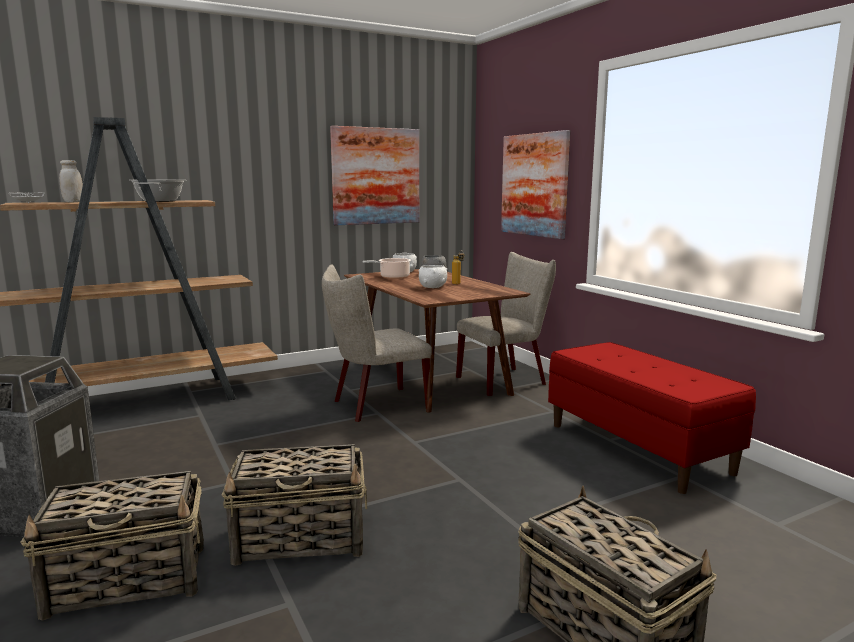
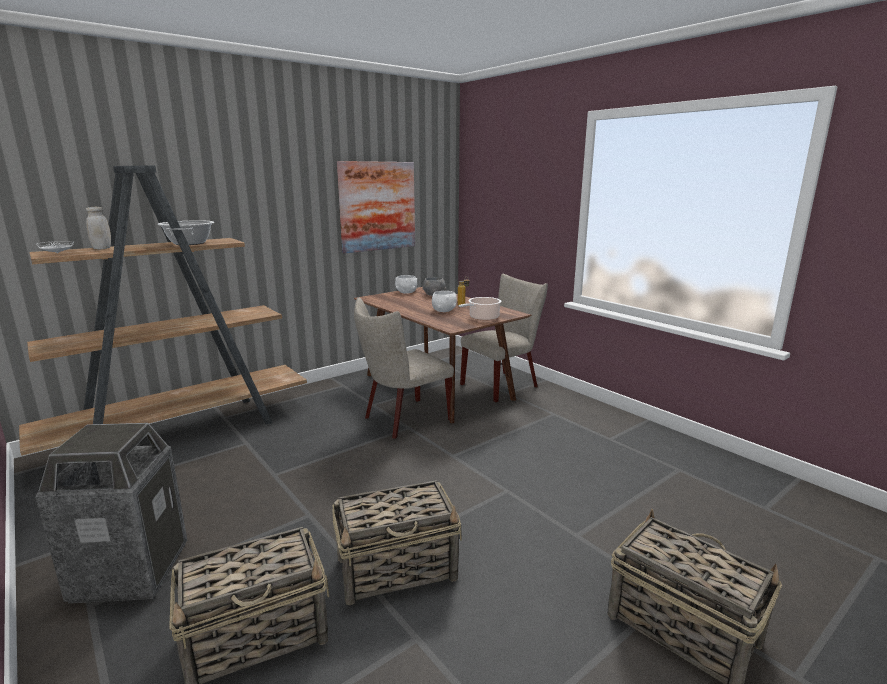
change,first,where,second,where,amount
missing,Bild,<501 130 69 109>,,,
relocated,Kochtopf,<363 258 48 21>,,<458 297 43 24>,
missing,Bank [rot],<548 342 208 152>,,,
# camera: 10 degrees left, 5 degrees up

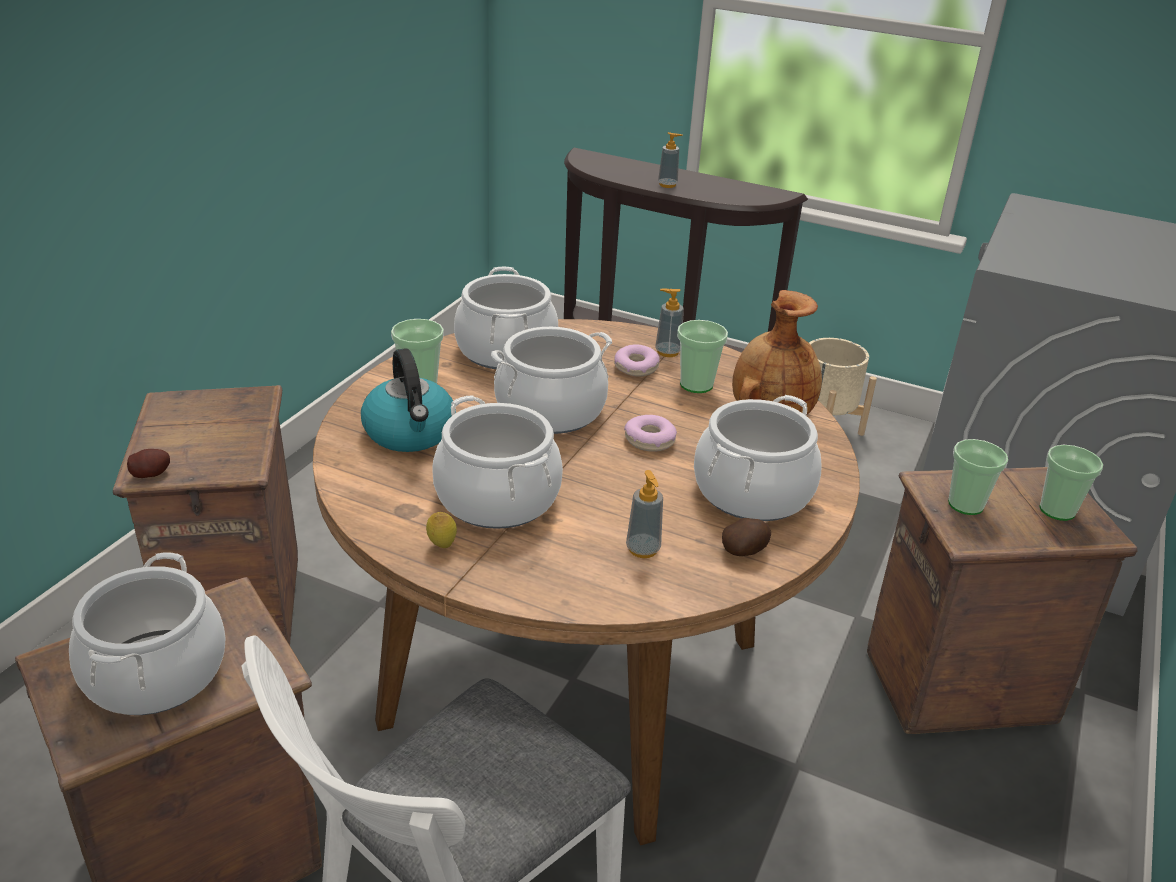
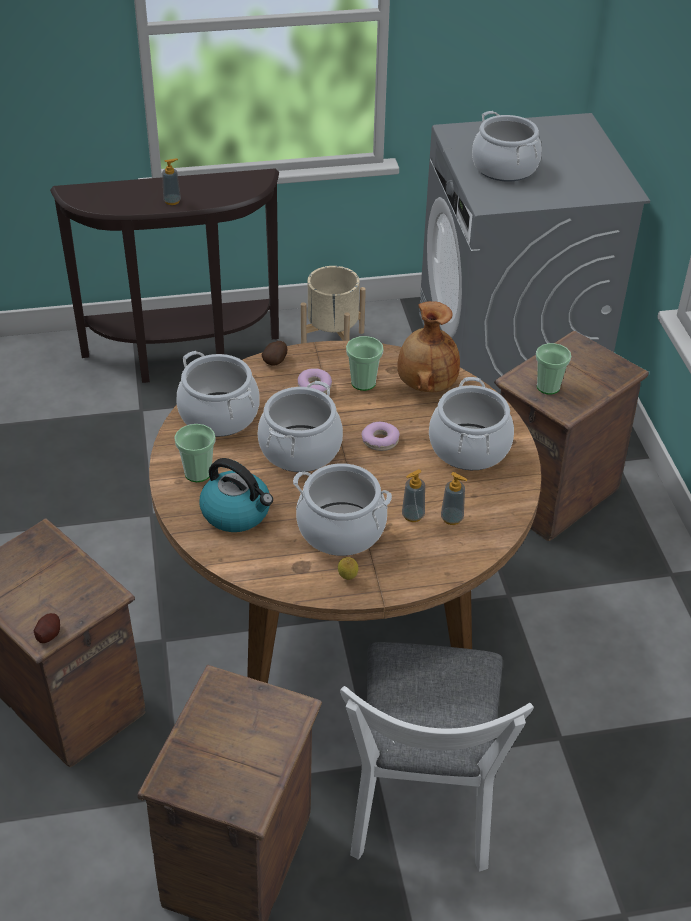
change,first,where,second,where,amount
relocated,Seifenspender,<655 288 29 69>,,<402 469 23 53>,
missing,Tasse,<1039 445 64 76>,,,
relocated,Kartoffel,<722 518 49 38>,,<262 341 25 25>,
relocated,Kochtopf,<69 552 157 163>,,<472 111 70 71>,
# camera: 35 degrees left, 10 degrees up

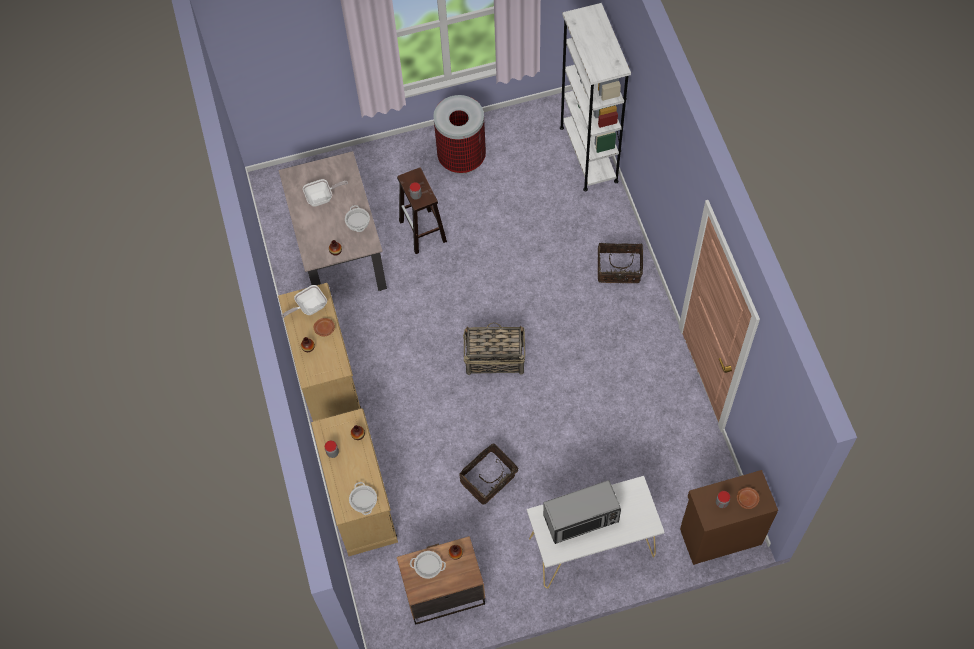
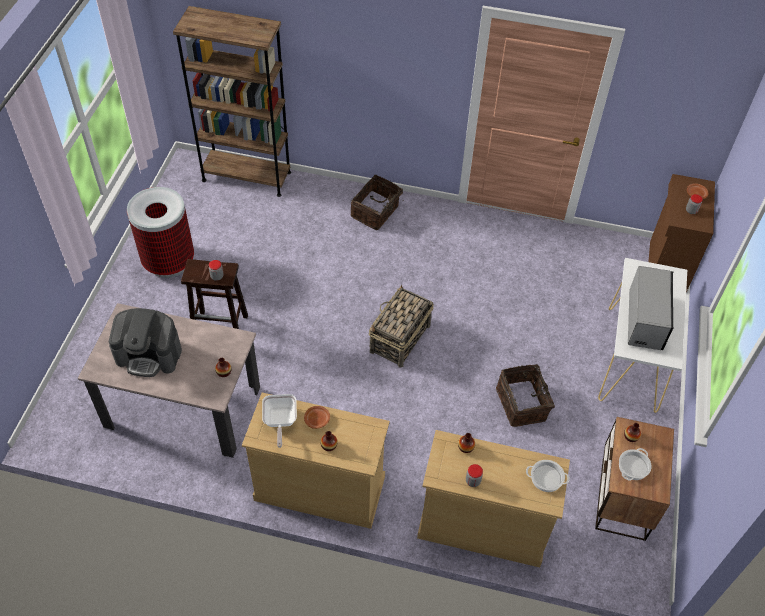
change,first,where,second,where,amount
colour,Bücherregal [weiß],<560 3 71 188>,Bücherregal [braun],<173 6 118 191>,
exchanged,Pfanne,<303 179 45 28>,Kaffeemaschine,<109 308 73 69>,
missing,Kochtopf,<345 205 25 27>,,,
# camera: 65 degrees left, 10 degrees down

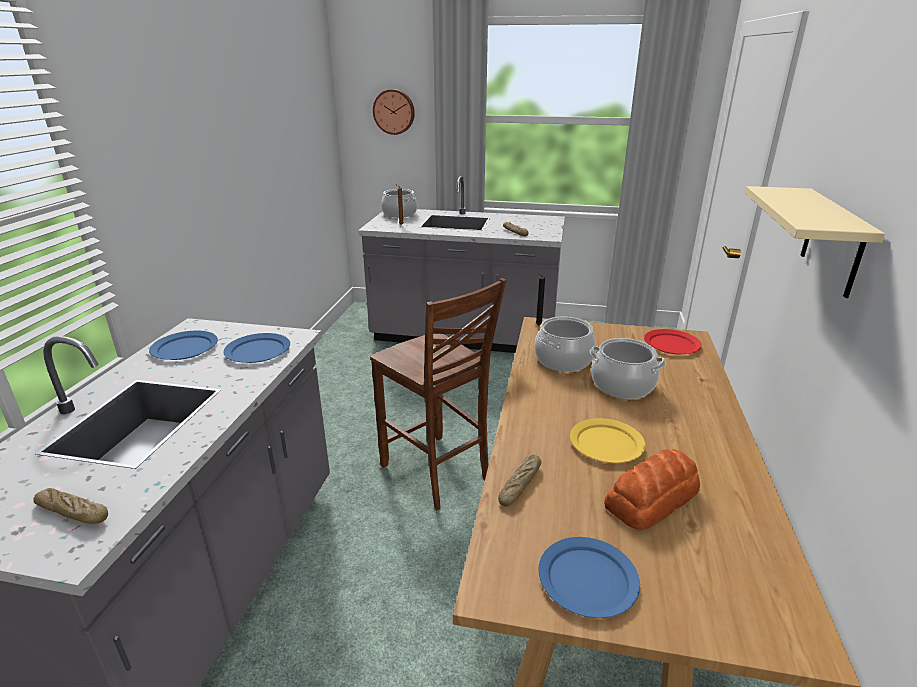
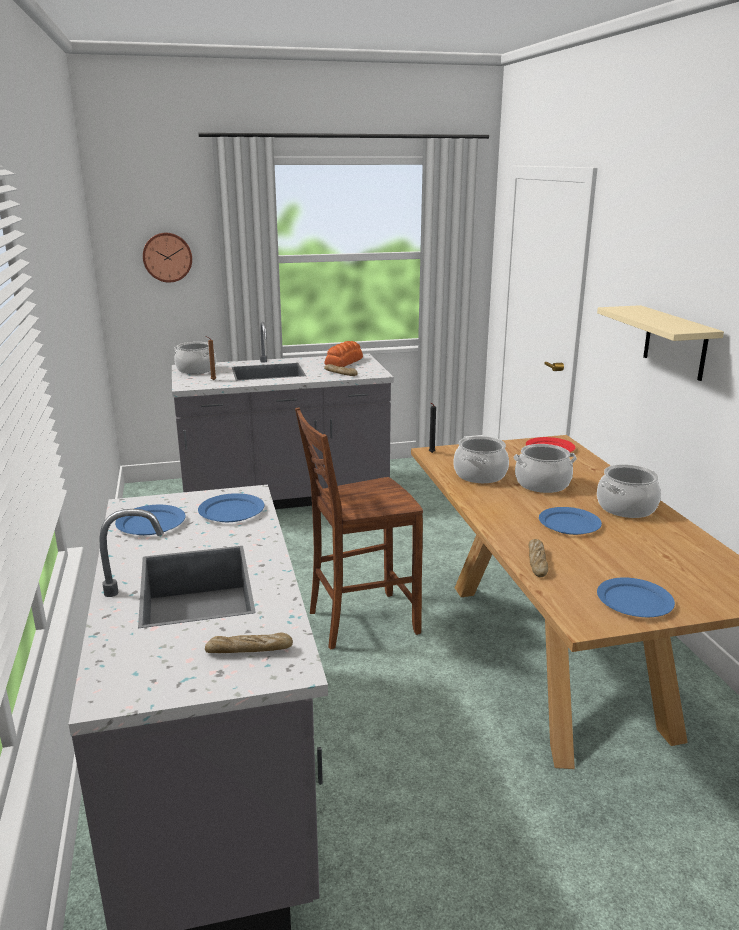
change,first,where,second,where,amount
spun,Stuhl [braun],<370 278 136 232>,,<295 407 128 242>,135 degrees clockwise
colour,Teller [gelb],<570 418 76 45>,Teller [blau],<539 507 63 28>,
relocated,Brot,<604 449 96 81>,,<324 341 39 26>,
appeared,,,Kochtopf,<597 464 64 54>,
# camera: 25 degrees left, 5 degrees down

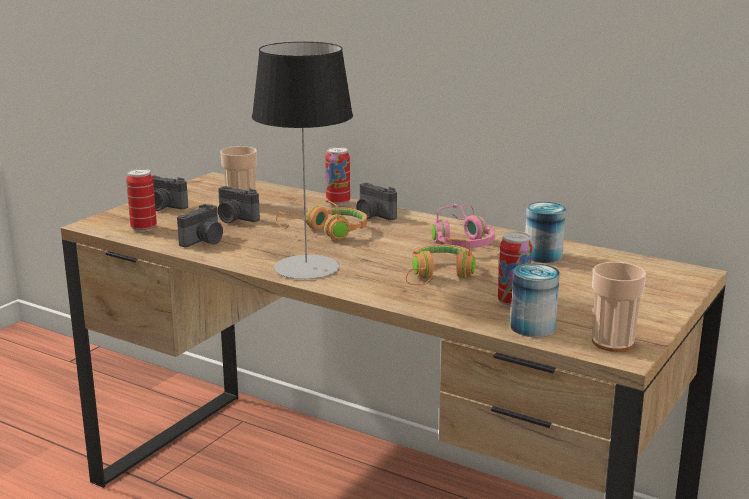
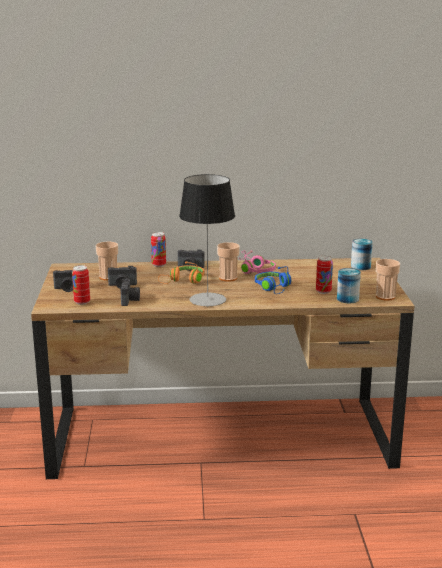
change,first,where,second,where,amount
relocated,Dose,<525 202 41 61>,,<351 239 22 31>,
colour,Kopfhörer [orange],<406 237 69 48>,Kopfhörer [blau],<255 266 36 28>,
appeared,,,Tasse,<217 242 23 40>,
# camera: 35 degrees left, 0 degrees up

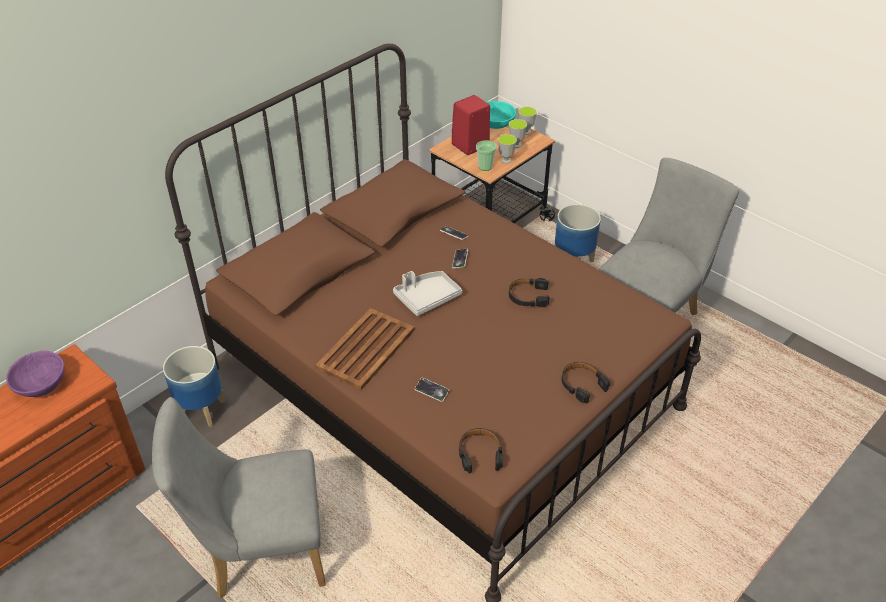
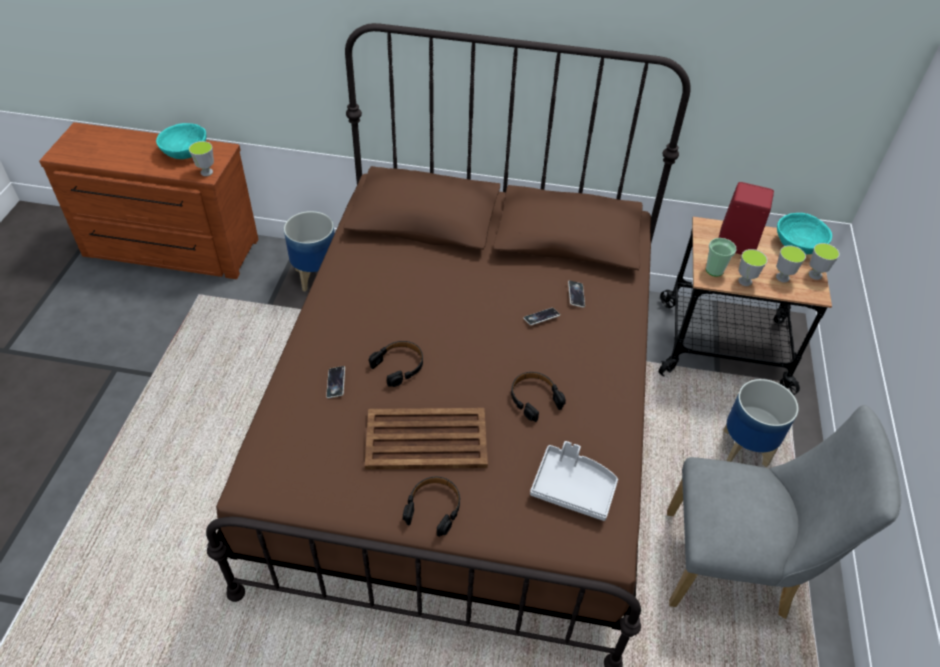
change,first,where,second,where,amount
relocated,Tablett [grau],<393 271 69 45>,,<530 441 88 80>,
relocated,Tablett [braun],<315 308 100 82>,,<365 408 123 62>,
colour,Schüssel [lila],<6 351 59 46>,Schüssel [türkis],<156 123 50 36>,
missing,Stuhl [grau],<152 397 174 201>,,,
relocated,Kopfhörer [schwarz],<459 428 44 46>,,<369 341 54 46>,
appeared,,,Tasse,<189 141 25 35>,
# camera: 55 degrees right, 5 degrees up

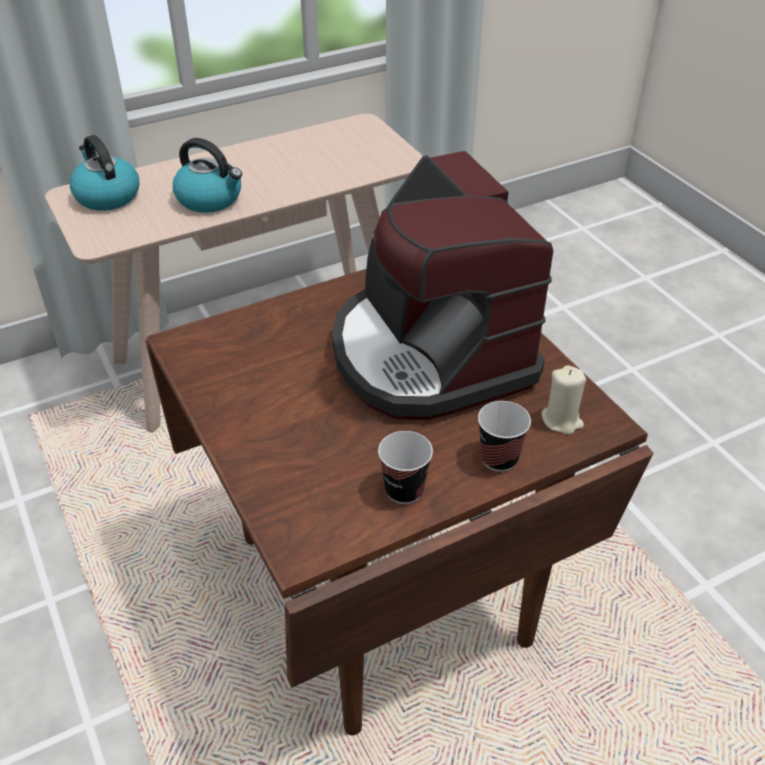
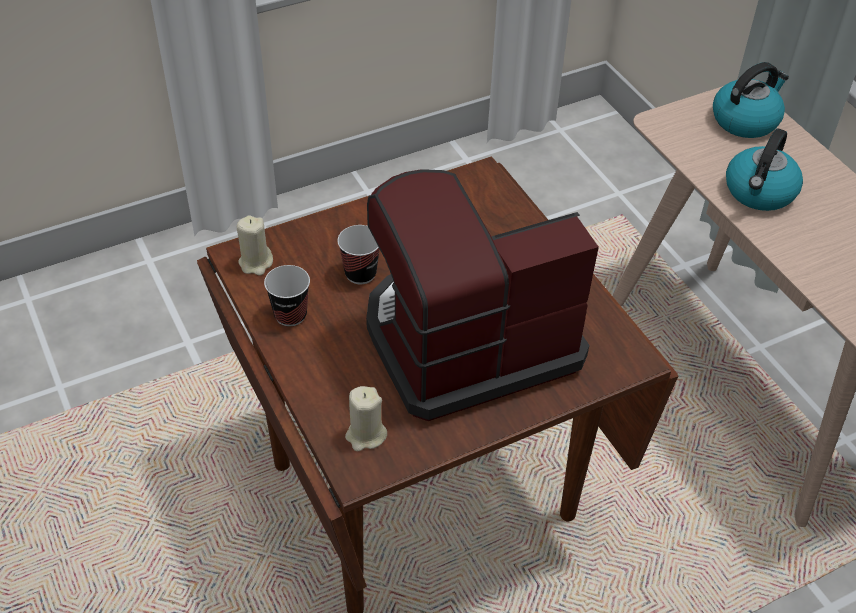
change,first,where,second,where,amount
relocated,Tasse,<478 401 53 71>,,<337 225 42 59>,
appeared,,,Kerze [beige],<237 215 36 61>,
# camera: 90 degrees right, 5 degrees up

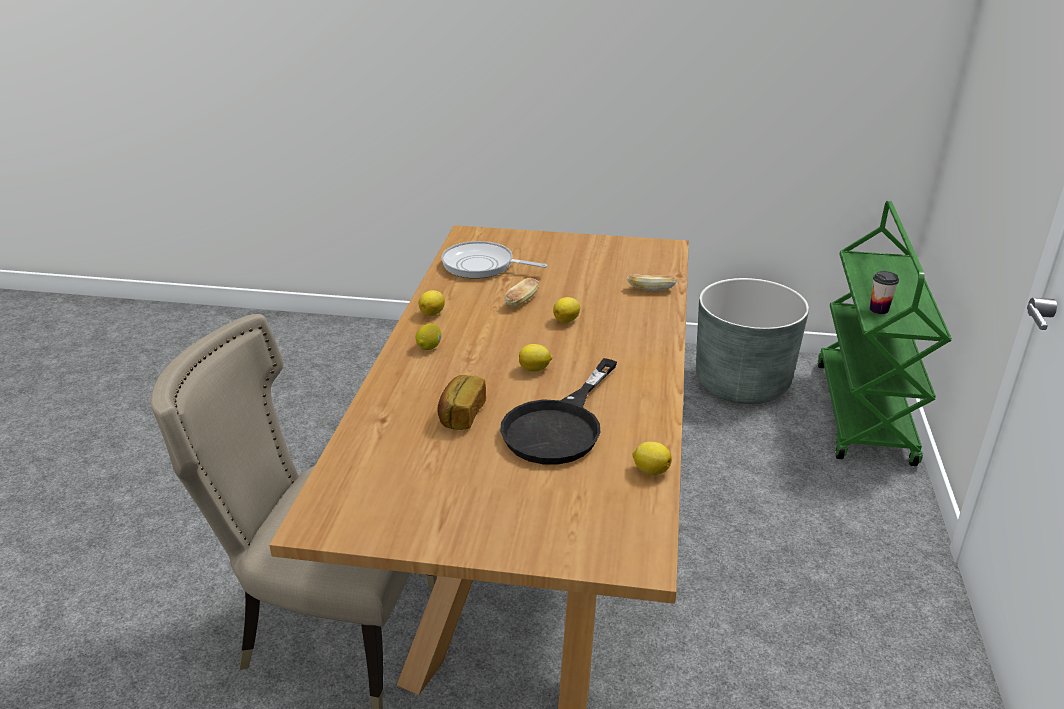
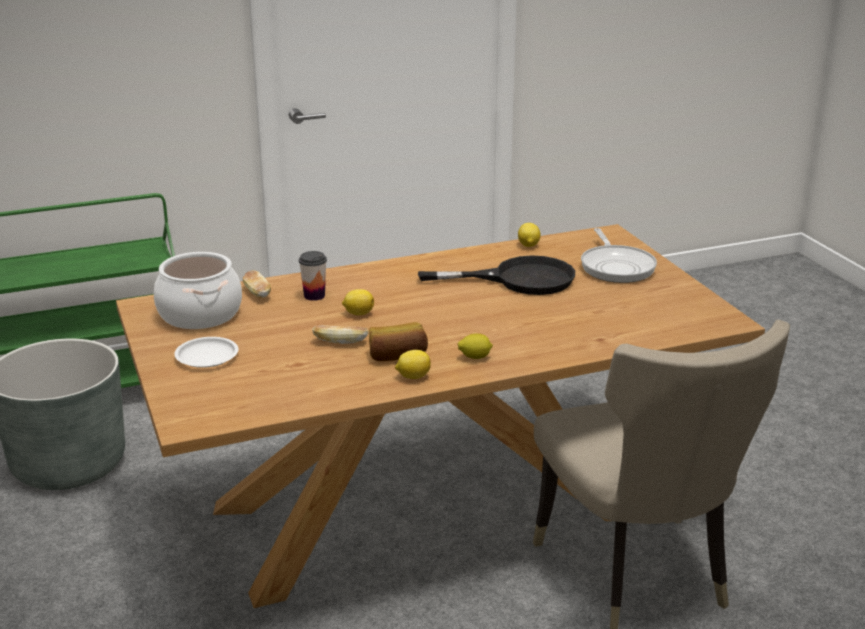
change,first,where,second,where,amount
relocated,Pfanne,<441 241 106 38>,,<581 228 76 55>,
relocated,Tasse,<870 271 29 43>,,<299 251 28 50>,
missing,Zitrone,<519 344 33 28>,,,
relocated,Brot,<437 375 49 55>,,<369 322 59 39>,
appeared,,,Kochtopf,<154 252 88 77>,
appeared,,,Teller [weiß],<174 337 65 31>,
# camera: 120 degrees left, 5 degrees down

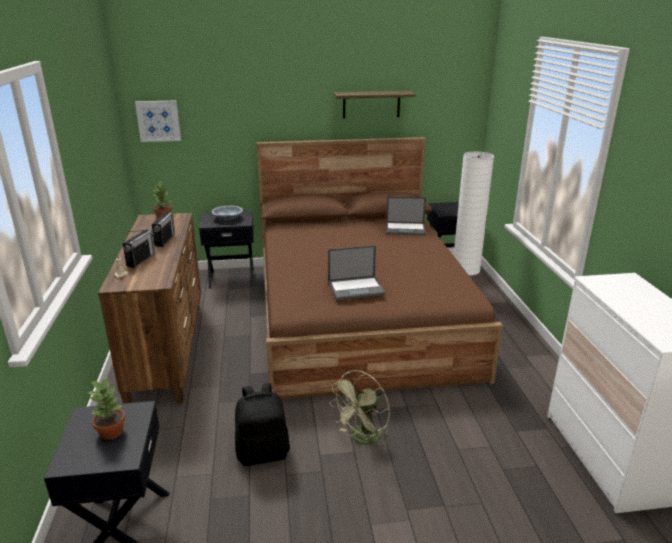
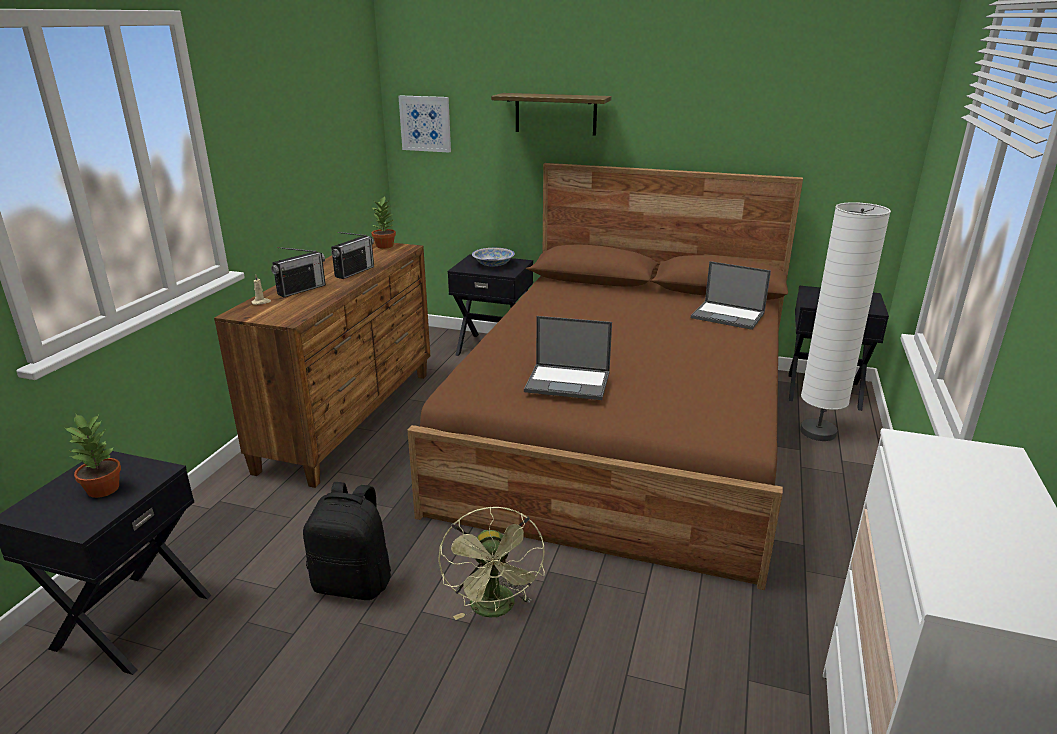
change,first,where,second,where,amount
relocated,Wandregal,<334 91 82 28>,,<491 93 121 43>,
spun,Ventilator [grün],<329 370 62 78>,,<438 507 107 113>,75 degrees counterclockwise
# camera: 25 degrees right, 0 degrees up

